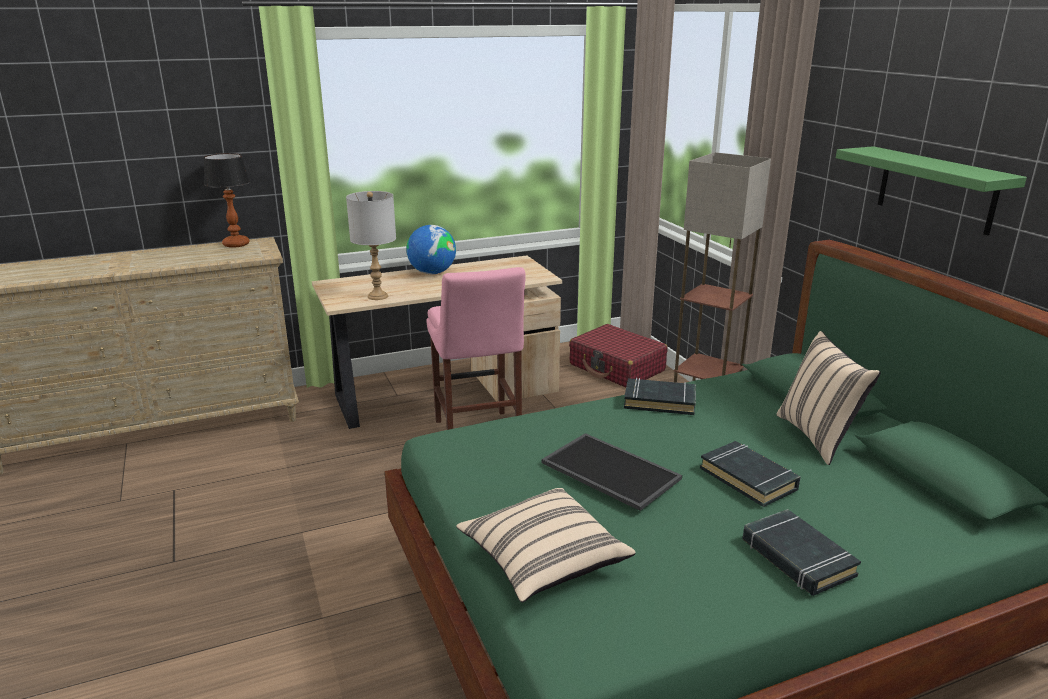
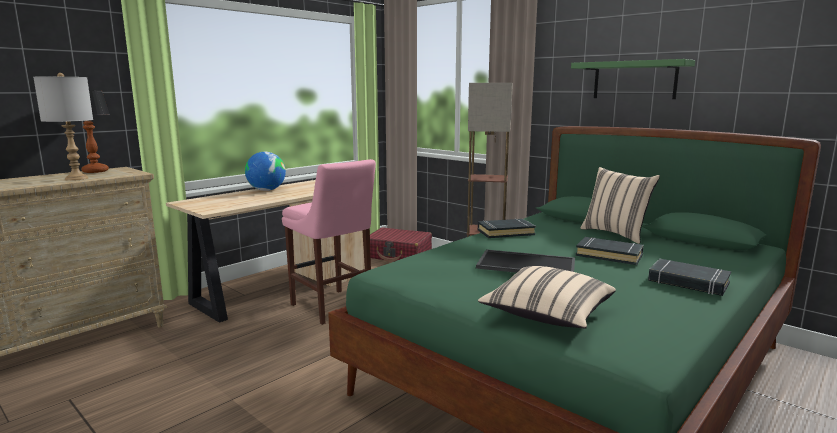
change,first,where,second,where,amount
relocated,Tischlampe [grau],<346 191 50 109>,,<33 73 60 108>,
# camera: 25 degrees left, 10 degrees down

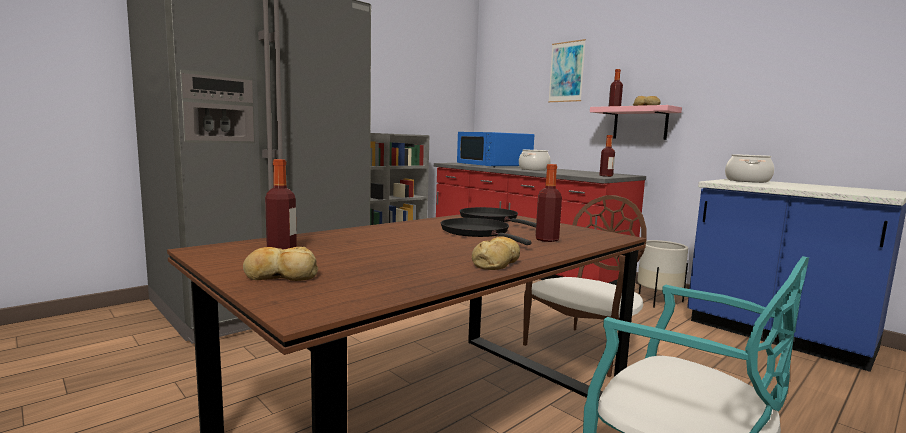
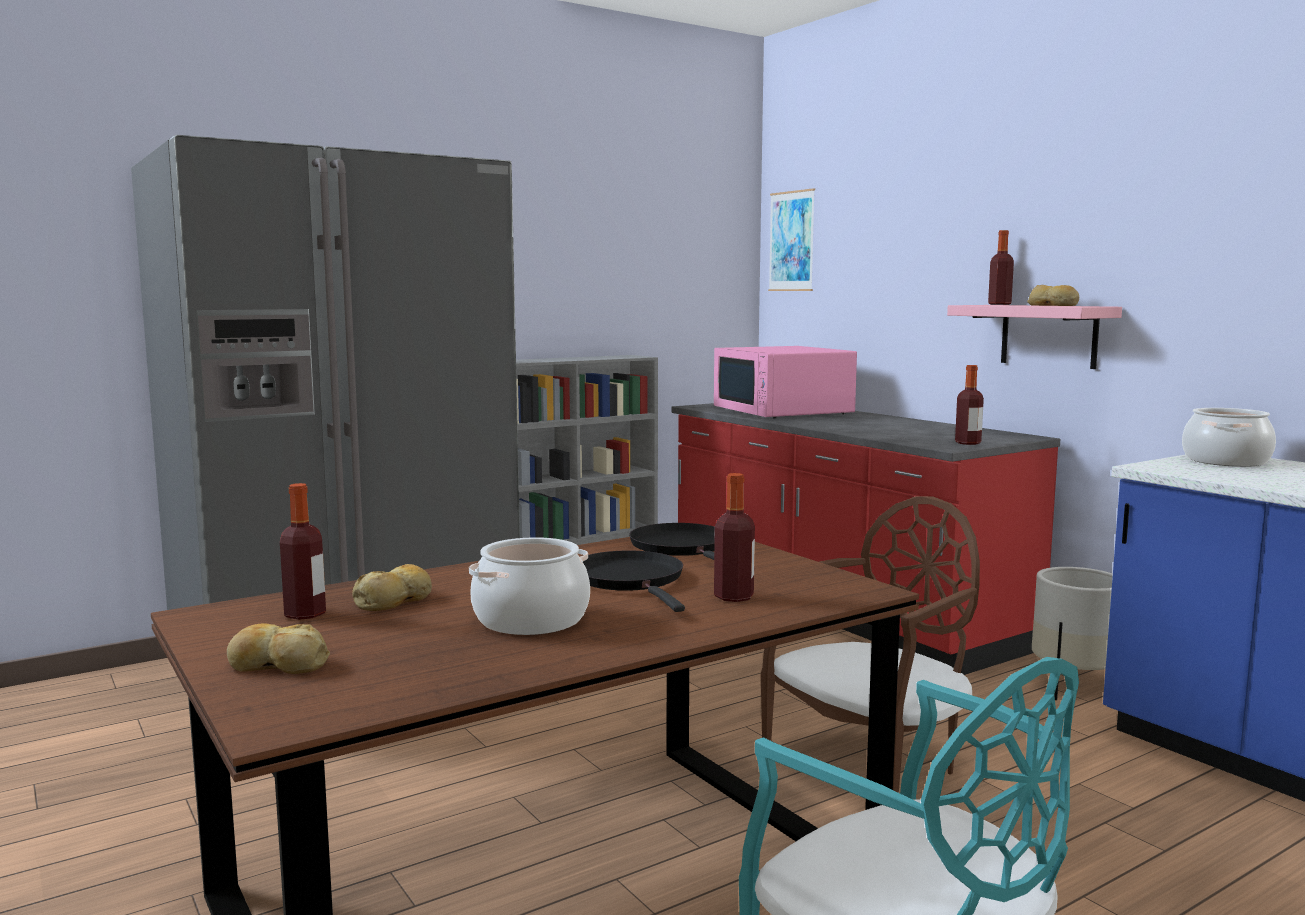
change,first,where,second,where,amount
relocated,Bild,<548 39 38 63>,,<768 188 47 103>,
colour,Mikrowelle [blau],<457 132 77 35>,Mikrowelle [rosa],<714 346 143 73>,
relocated,Kochtopf,<519 150 32 21>,,<469 537 121 98>,
relocated,Brot,<472 237 48 33>,,<352 564 80 47>,
# camera: 10 degrees right, 0 degrees up

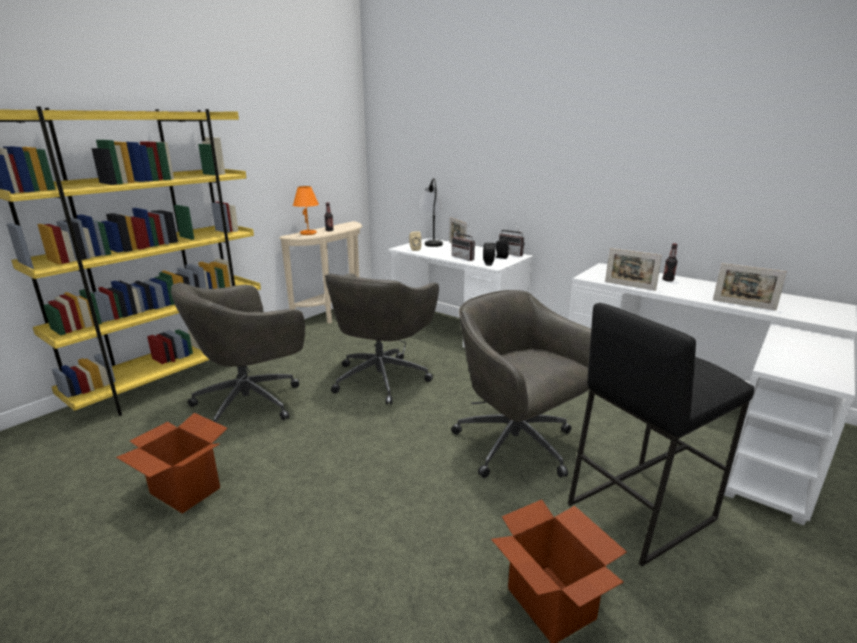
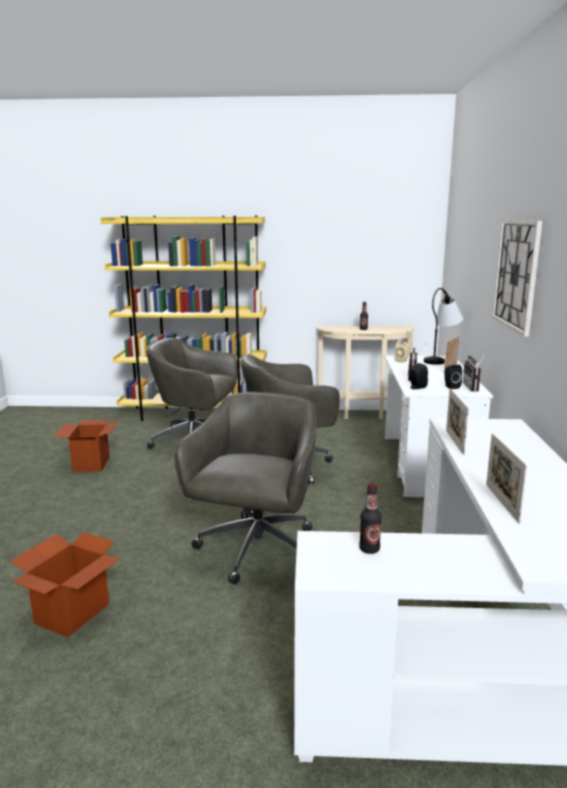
change,first,where,second,where,amount
missing,Tischlampe [orange],<293 186 26 49>,,,
relocated,Flasche,<663 243 15 39>,,<359 483 23 71>,
missing,Hocker [schwarz],<568 303 186 263>,,,
appeared,,,Wanduhr,<492 220 51 117>,
# camera: 55 degrees right, 5 degrees down

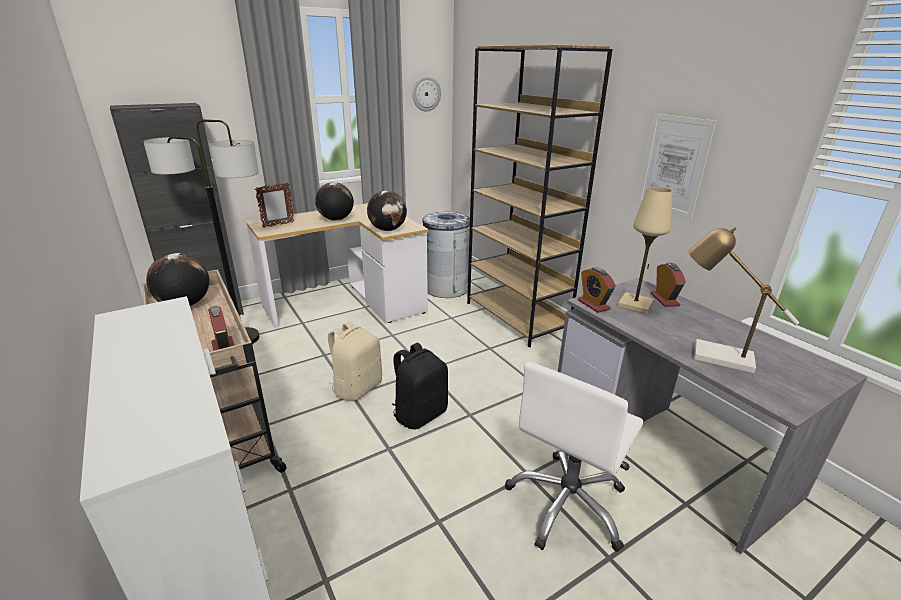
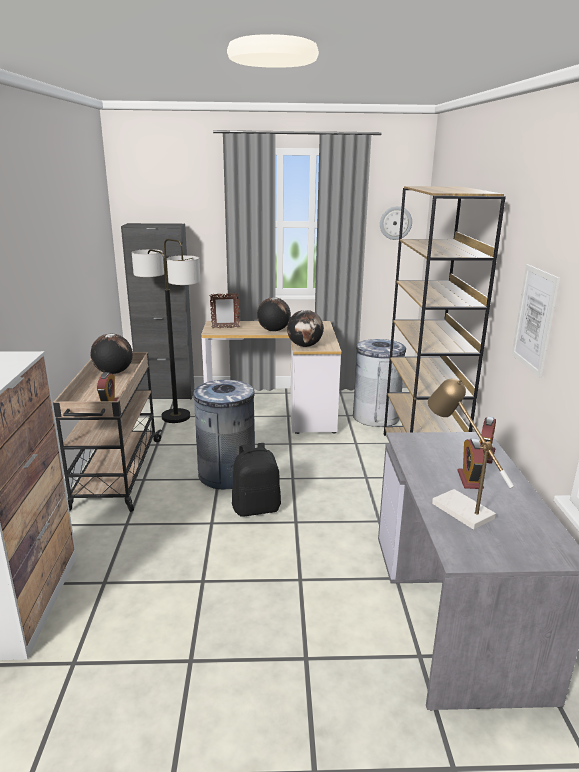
change,first,where,second,where,amount
missing,Tischlampe [beige],<618 187 55 127>,,,
relocated,Wecker,<578 267 38 46>,,<458 438 26 51>,
exchanged,Rucksack [beige],<328 321 54 80>,Mülleimer [grau],<193 380 62 109>,
missing,Bürostuhl [weiß],<505 362 139 190>,,,
# camera: 30 degrees right, 5 degrees down

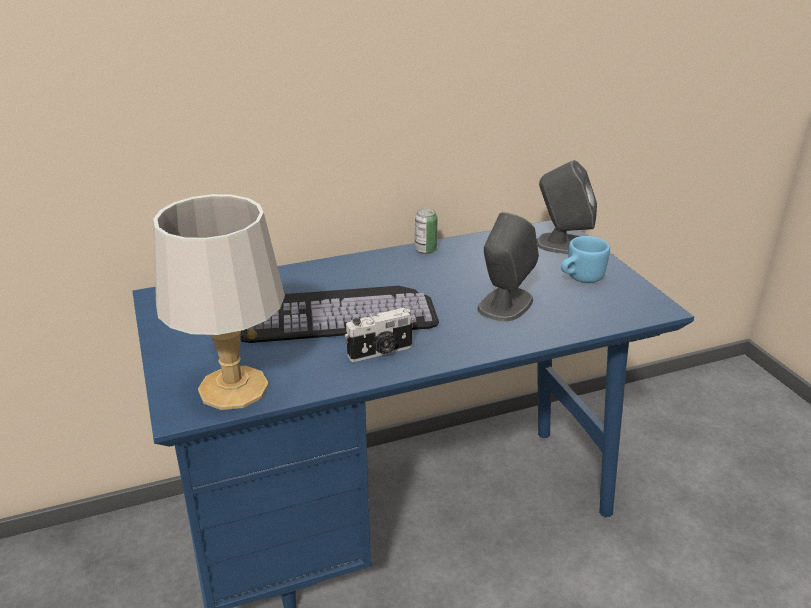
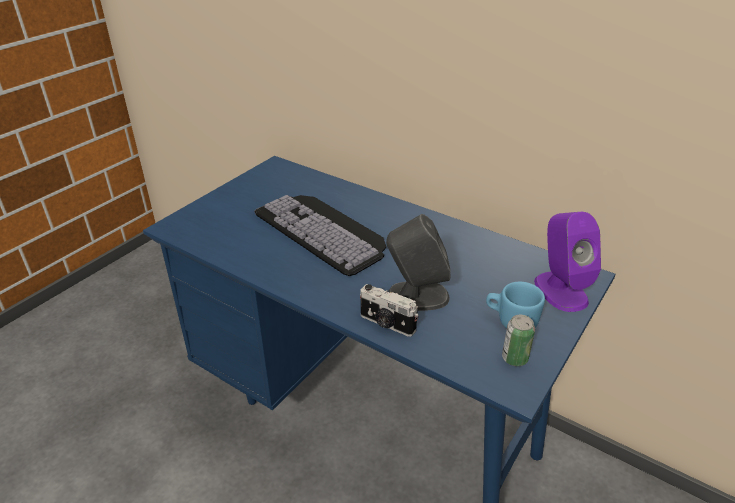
change,first,where,second,where,amount
colour,Lautsprecher [grau],<537 160 60 94>,Lautsprecher [lila],<534 212 67 100>,
missing,Tischlampe [grau],<153 194 132 216>,,,
relocated,Dose,<415 208 23 46>,,<502 315 33 51>,
relocated,Kamera,<345 308 69 54>,,<360 284 58 53>,
# camera: 55 degrees right, 5 degrees up

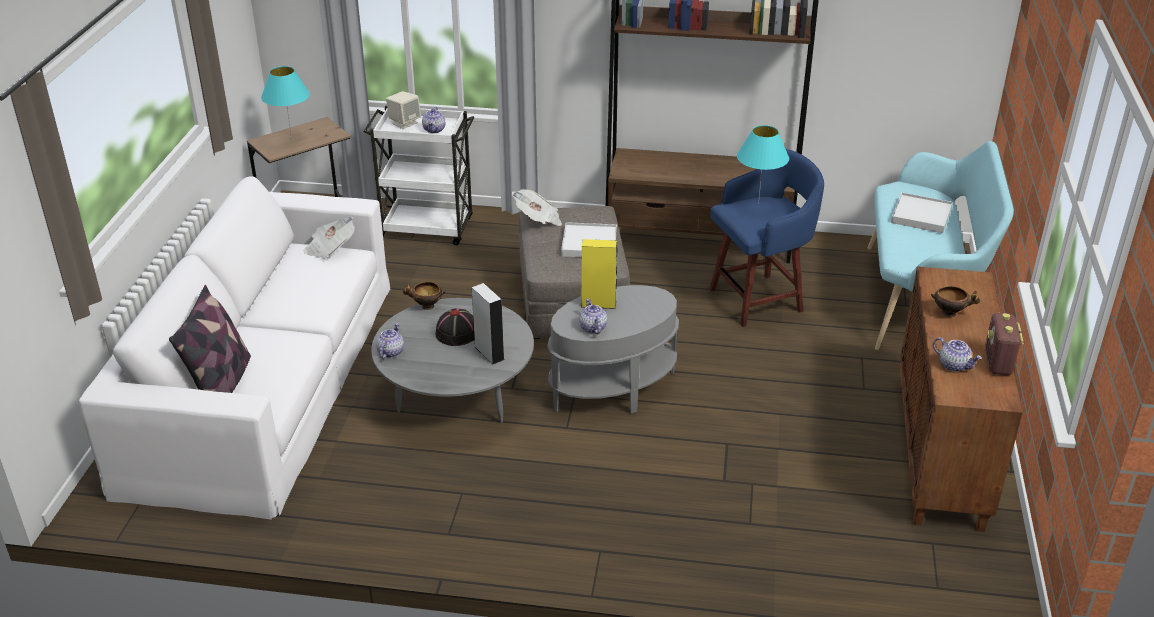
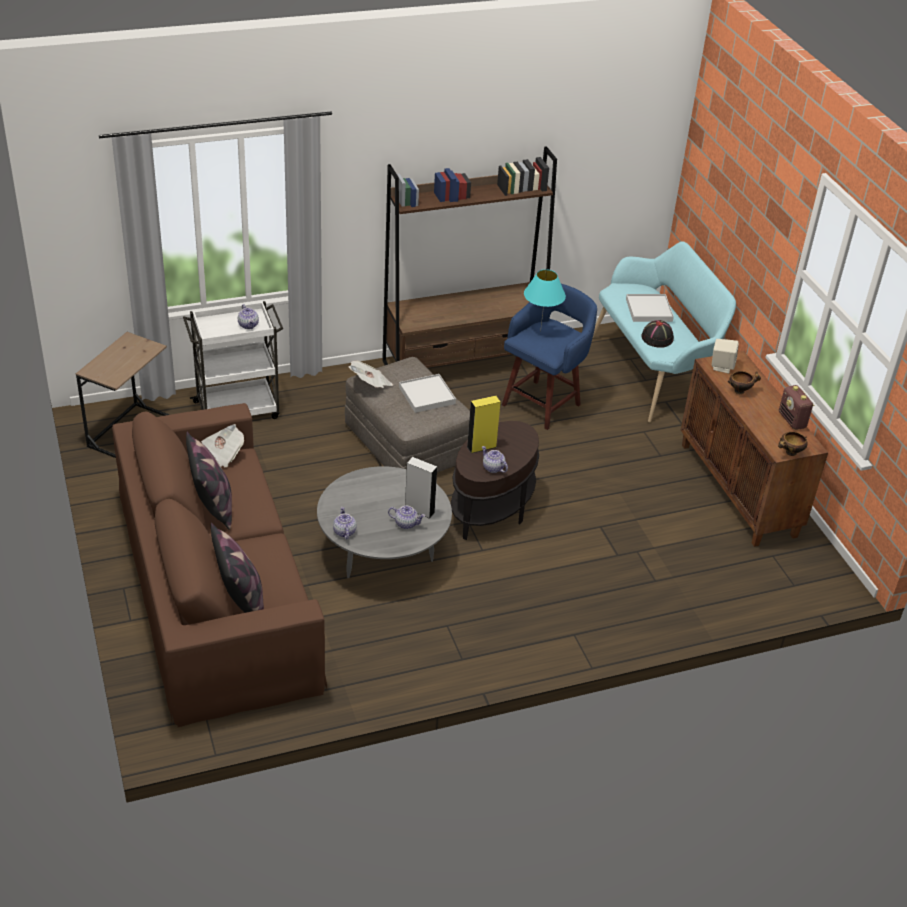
change,first,where,second,where,amount
missing,Tischlampe [türkis],<261 66 49 73>,,,
relocated,Lautsprecher [beige],<386 91 35 38>,,<712 339 27 35>,
colour,Sofa [weiß],<79 177 311 343>,Sofa [braun],<112 403 215 324>,
relocated,Schüssel,<403 282 42 28>,,<778 432 30 24>,
colour,Beistelltisch [grau],<547 285 132 129>,Beistelltisch [braun],<451 421 88 119>,
relocated,Hut [schwarz],<436 308 39 38>,,<641 320 33 28>,
relocated,Teekanne,<933 337 49 35>,,<388 506 37 23>,
appeared,,,Kissen,<186 432 46 98>,
# camera: 30 degrees left, 5 degrees up

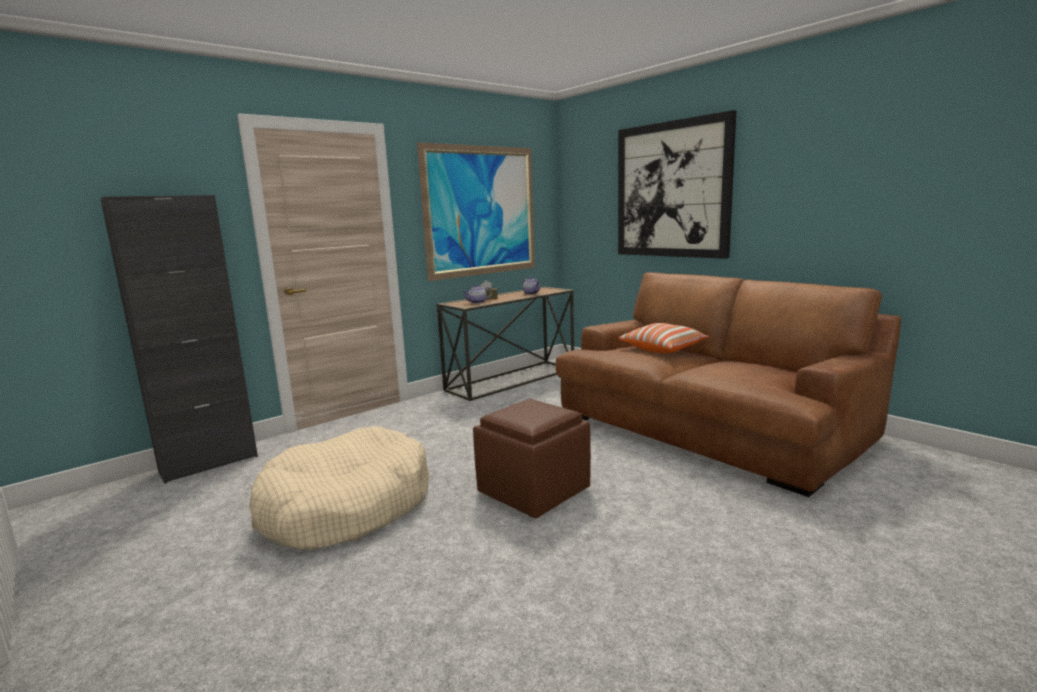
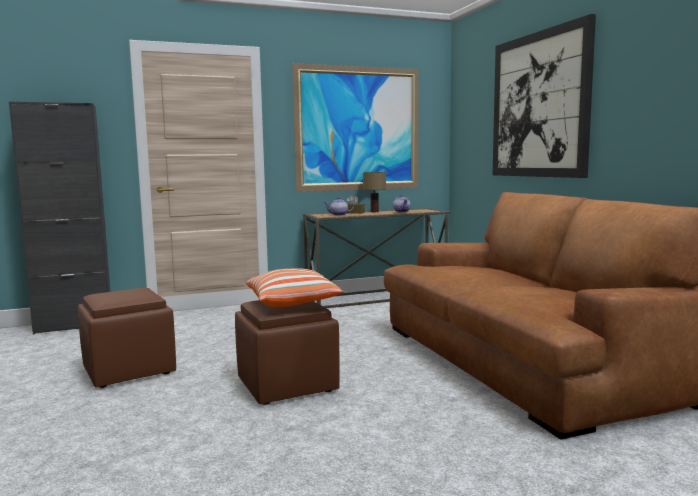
change,first,where,second,where,amount
relocated,Kissen,<618 323 91 30>,,<246 268 98 39>,
exchanged,Hundebett [beige],<249 426 181 124>,Polsterhocker [braun],<78 288 98 100>,
appeared,,,Tischlampe,<363 172 23 40>,
# camera: 20 degrees right, 5 degrees down

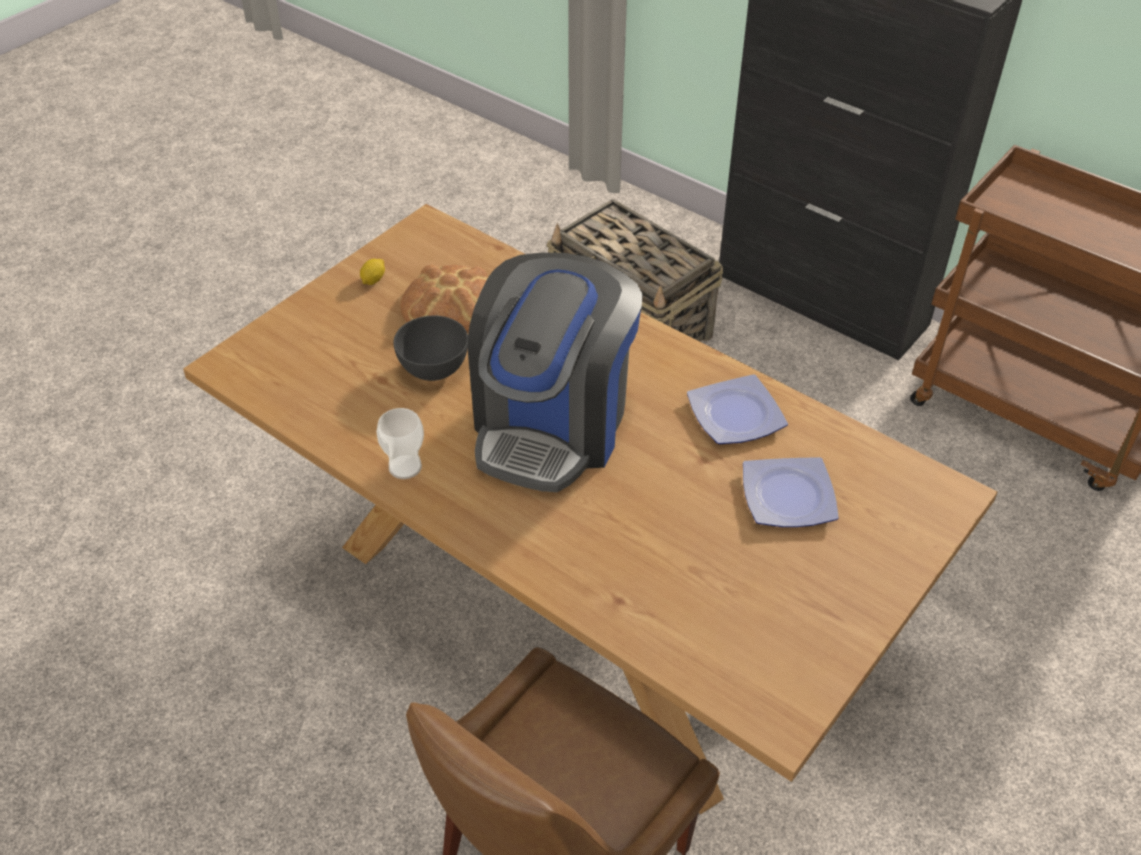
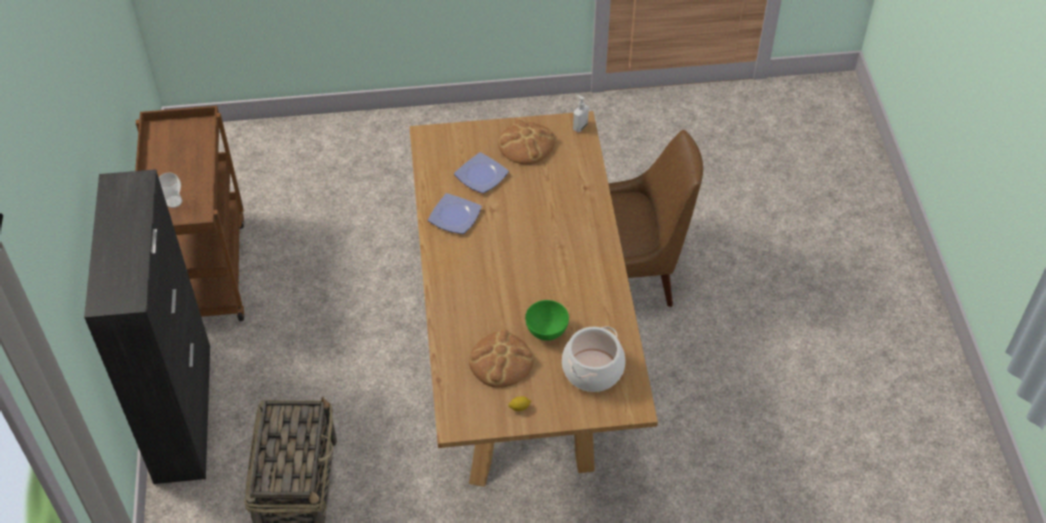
change,first,where,second,where,amount
missing,Kaffeemaschine,<468 253 175 239>,,,
colour,Schüssel [grau],<393 315 75 66>,Schüssel [grün],<525 300 44 41>,
relocated,Tasse,<376 408 48 71>,,<159 173 23 35>,
appeared,,,Seifenspender,<573 95 16 37>,
appeared,,,Brot,<498 120 57 45>,
appeared,,,Kochtopf,<562 326 63 66>,
# camera: 135 degrees left, 5 degrees up

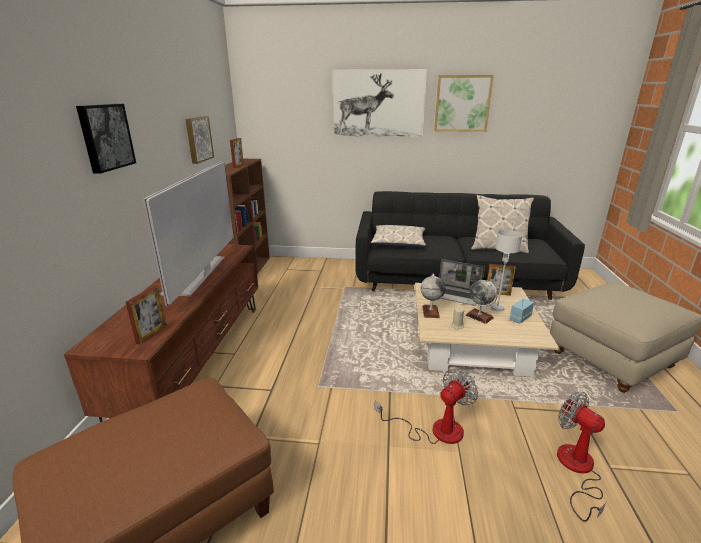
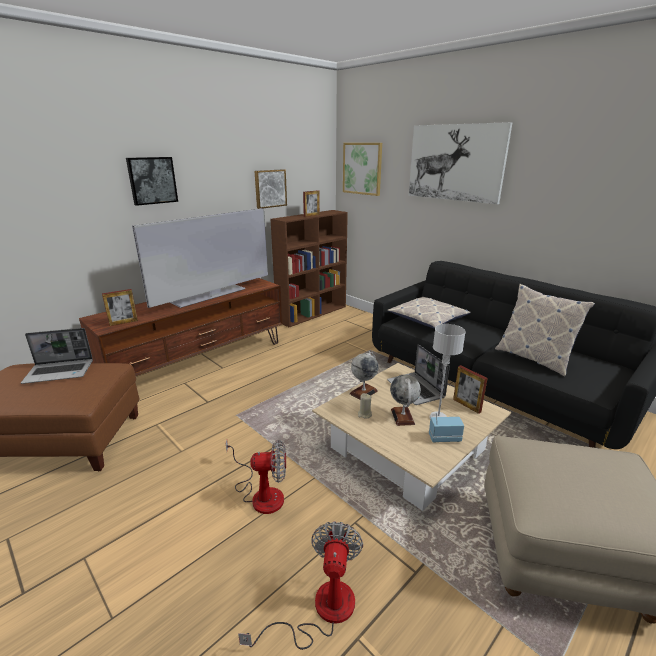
change,first,where,second,where,amount
relocated,Bild,<434 75 60 57>,,<343 143 39 53>,
appeared,,,Laptop,<21 328 72 56>,
# camera: 40 degrees right, 0 degrees up

